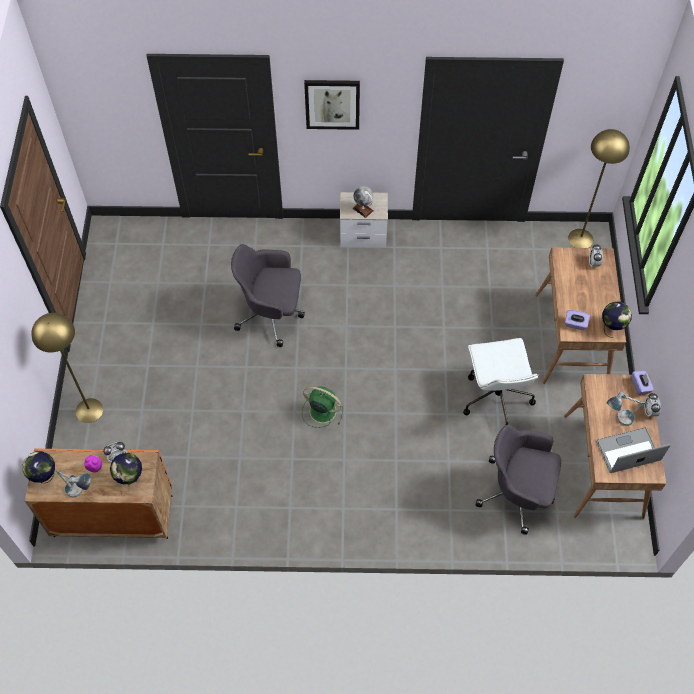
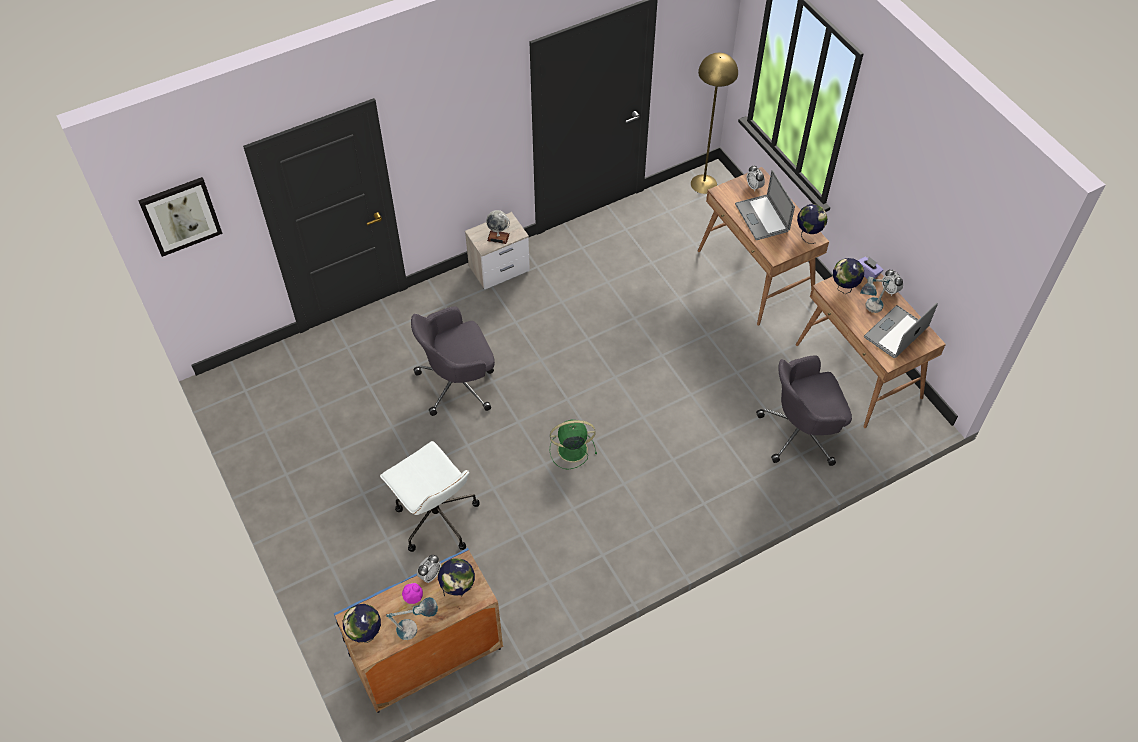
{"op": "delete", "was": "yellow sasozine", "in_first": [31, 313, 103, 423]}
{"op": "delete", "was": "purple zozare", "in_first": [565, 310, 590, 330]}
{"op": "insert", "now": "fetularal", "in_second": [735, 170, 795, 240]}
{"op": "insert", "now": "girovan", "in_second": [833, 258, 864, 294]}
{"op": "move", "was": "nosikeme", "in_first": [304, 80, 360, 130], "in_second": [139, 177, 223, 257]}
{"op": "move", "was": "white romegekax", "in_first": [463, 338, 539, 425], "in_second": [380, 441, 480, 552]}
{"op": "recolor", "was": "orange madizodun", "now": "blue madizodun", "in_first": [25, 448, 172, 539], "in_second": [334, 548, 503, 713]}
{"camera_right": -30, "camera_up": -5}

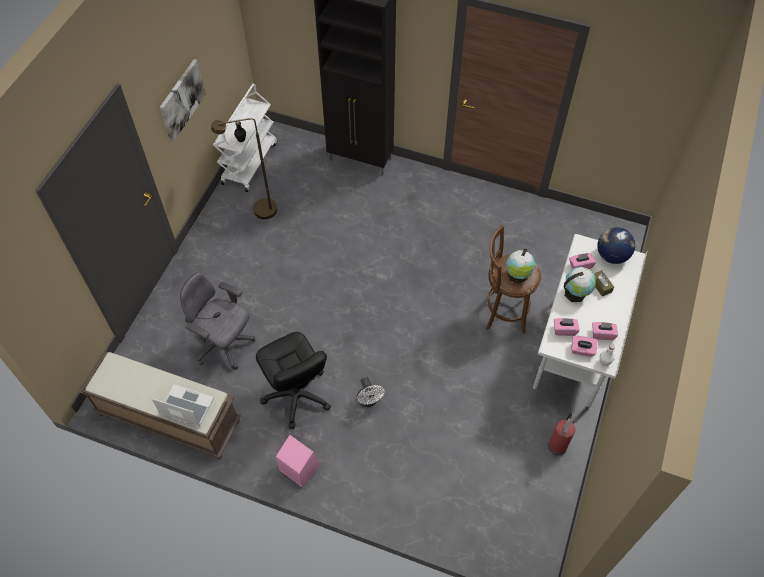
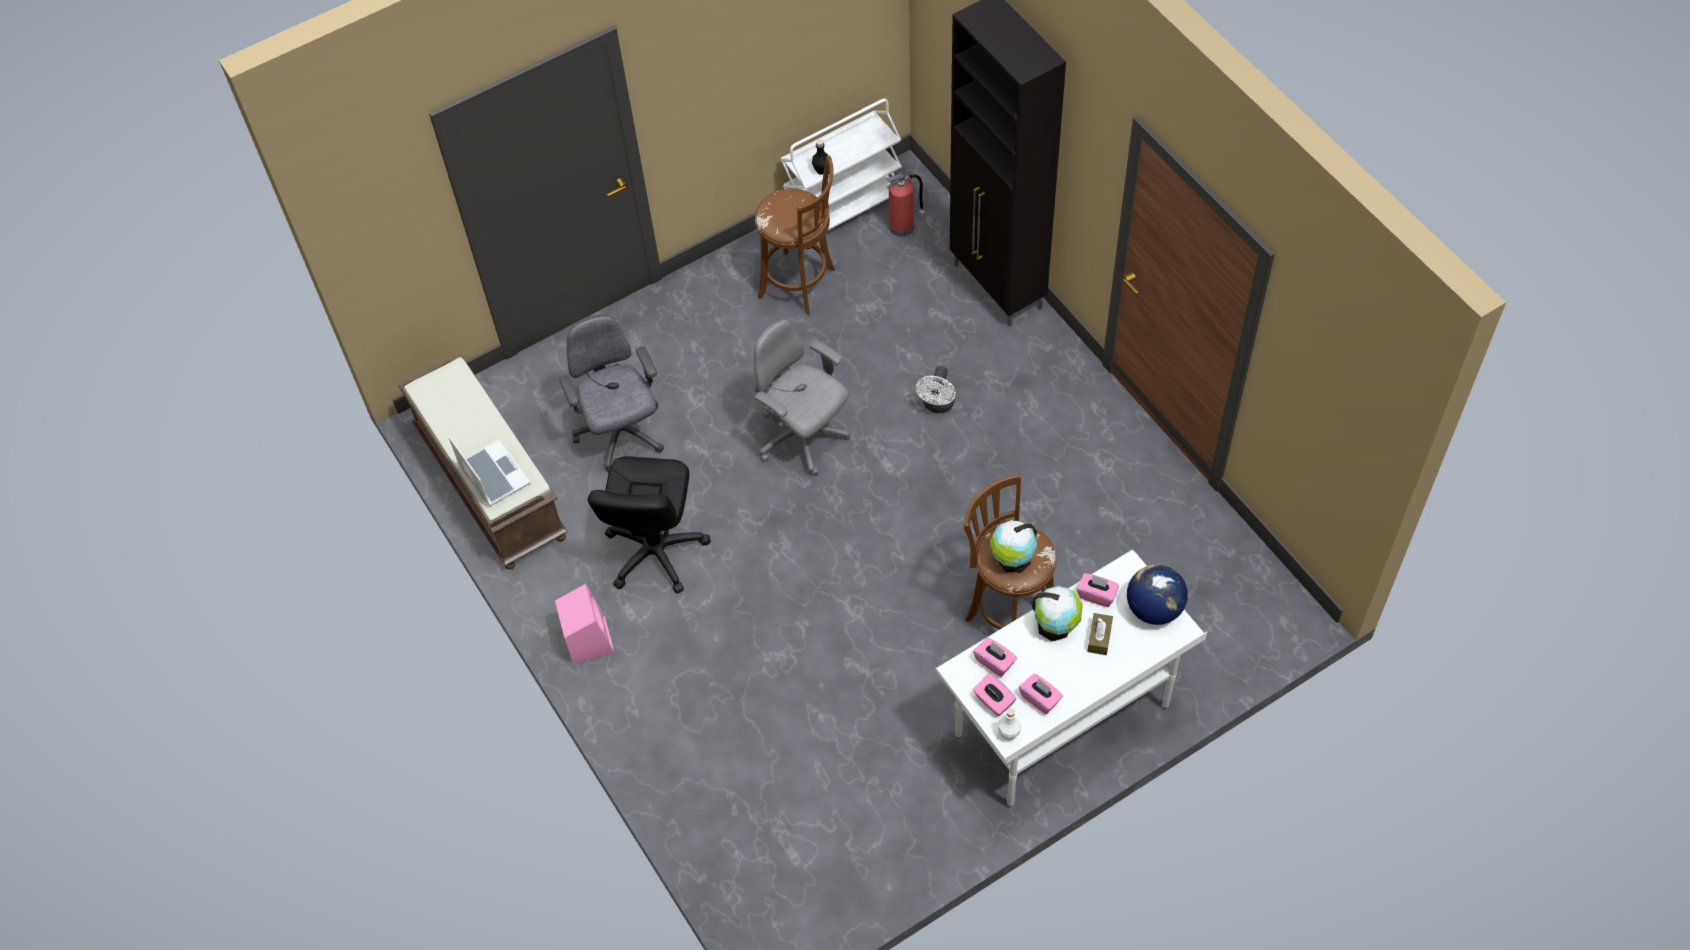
{"op": "delete", "was": "nosikeme", "in_first": [159, 59, 206, 142]}
{"op": "insert", "now": "grey romegekax", "in_second": [754, 319, 850, 476]}
{"op": "move", "was": "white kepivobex", "in_first": [357, 377, 385, 407], "in_second": [916, 366, 956, 413]}
{"op": "move", "was": "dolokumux", "in_first": [548, 413, 575, 456], "in_second": [886, 174, 925, 237]}
{"op": "replace", "was": "brown sasozine", "now": "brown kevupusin", "in_first": [211, 118, 277, 219], "in_second": [755, 155, 835, 315]}
{"camera_right": 40, "camera_up": 0}

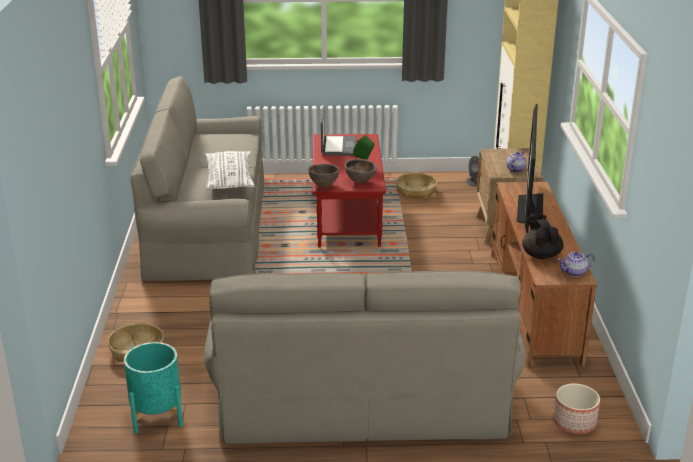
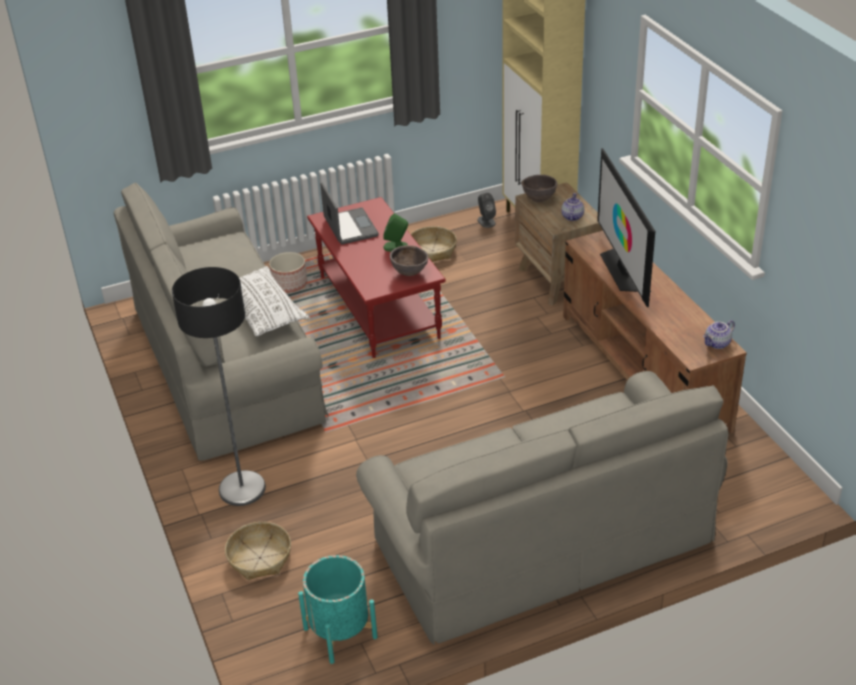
{"op": "delete", "was": "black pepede", "in_first": [522, 215, 563, 259]}
{"op": "insert", "now": "sasozine", "in_second": [172, 267, 266, 506]}
{"op": "move", "was": "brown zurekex", "in_first": [308, 164, 340, 187], "in_second": [521, 175, 557, 202]}
{"op": "move", "was": "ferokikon", "in_first": [553, 383, 600, 434], "in_second": [269, 252, 307, 293]}
{"camera_right": -20, "camera_up": 10}

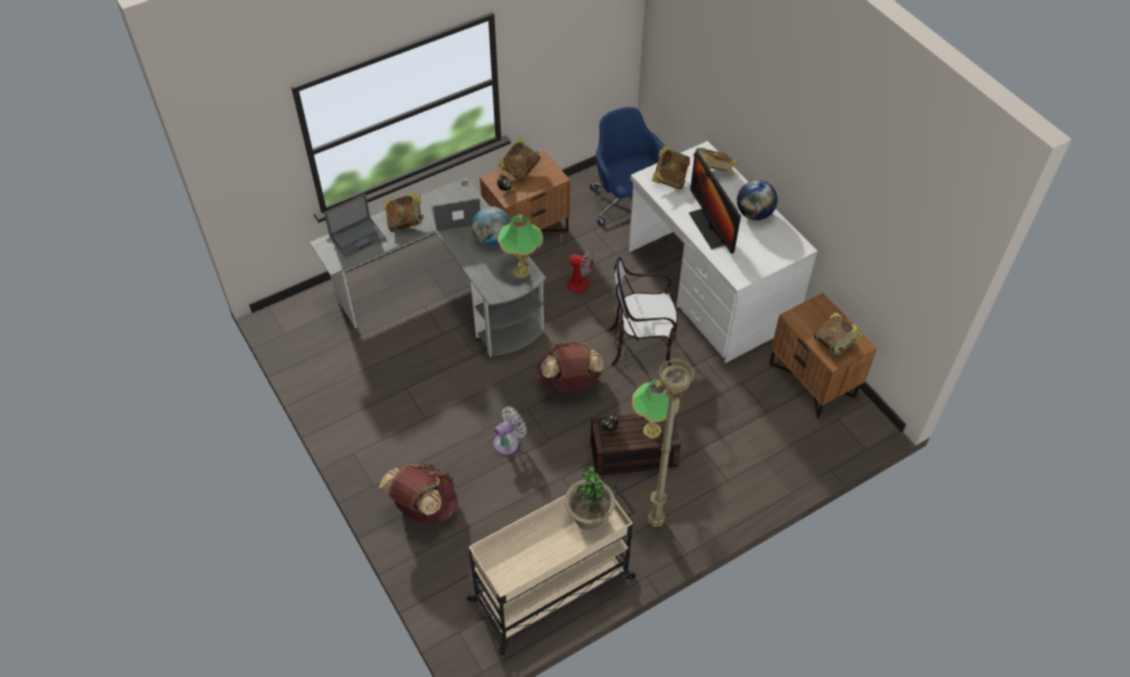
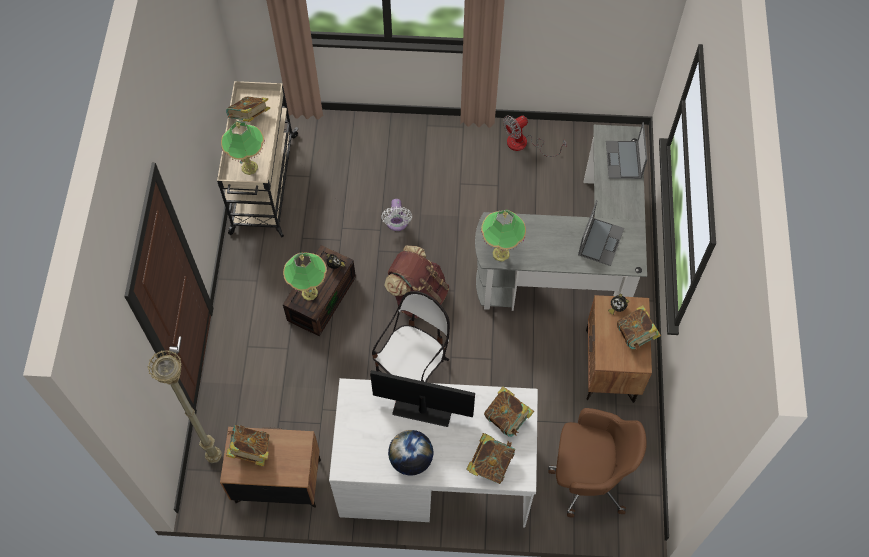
{"op": "delete", "was": "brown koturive", "in_first": [379, 463, 458, 523]}
{"op": "delete", "was": "girovan", "in_first": [472, 206, 511, 246]}
{"op": "move", "was": "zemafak", "in_first": [384, 192, 424, 232], "in_second": [226, 96, 270, 122]}
{"op": "move", "was": "kepivobex", "in_first": [560, 233, 594, 293], "in_second": [503, 115, 567, 157]}
{"op": "move", "was": "beige sasozine", "in_first": [647, 358, 694, 527], "in_second": [147, 350, 222, 463]}
{"op": "replace", "was": "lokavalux", "now": "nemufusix", "in_first": [564, 467, 615, 530], "in_second": [221, 121, 265, 175]}
{"op": "recolor", "was": "blue romegekax", "now": "brown romegekax", "in_first": [590, 107, 665, 226], "in_second": [548, 408, 647, 518]}
{"camera_right": 125, "camera_up": 10}

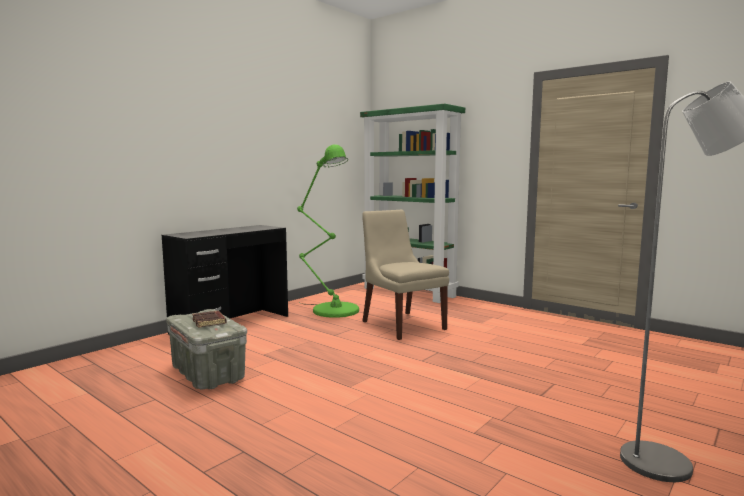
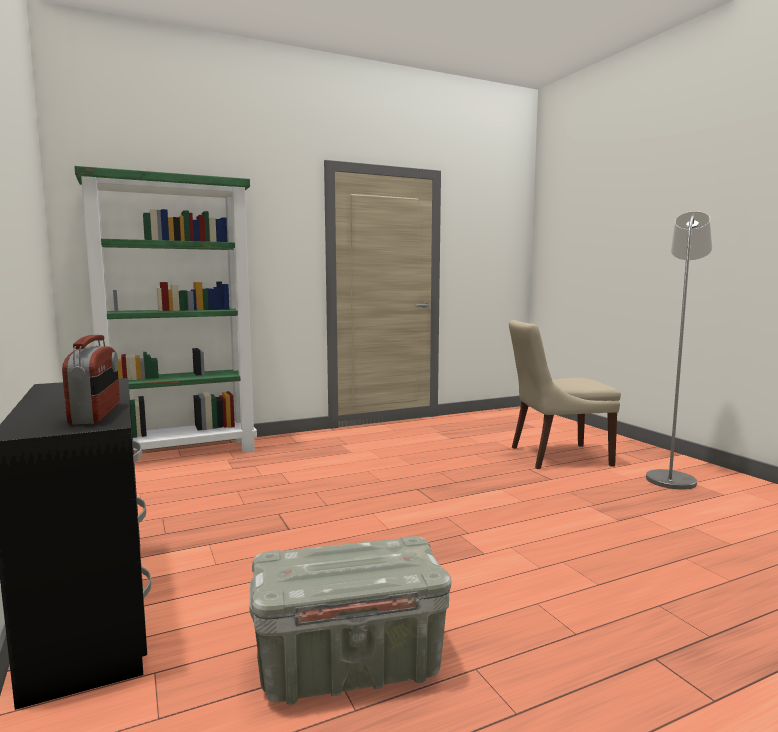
{"op": "delete", "was": "brown zemafak", "in_first": [192, 311, 226, 328]}
{"op": "delete", "was": "green sasozine", "in_first": [297, 144, 359, 318]}
{"op": "insert", "now": "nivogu", "in_second": [62, 335, 120, 425]}
{"op": "move", "was": "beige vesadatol", "in_first": [362, 210, 449, 340], "in_second": [509, 320, 621, 469]}
{"camera_right": -65, "camera_up": 0}

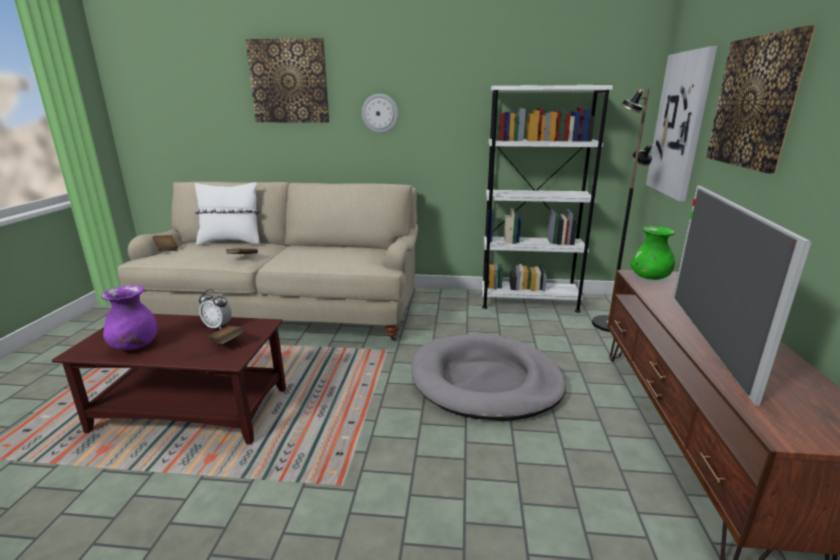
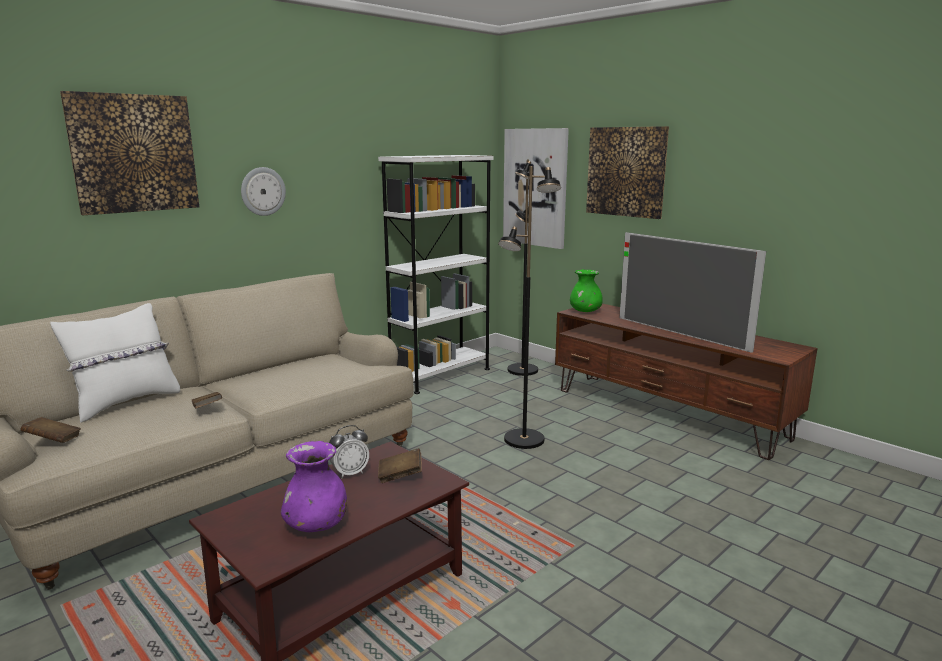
{"op": "replace", "was": "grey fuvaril", "now": "black sasozine", "in_first": [411, 334, 566, 421], "in_second": [498, 166, 561, 449]}
{"camera_right": -50, "camera_up": -5}

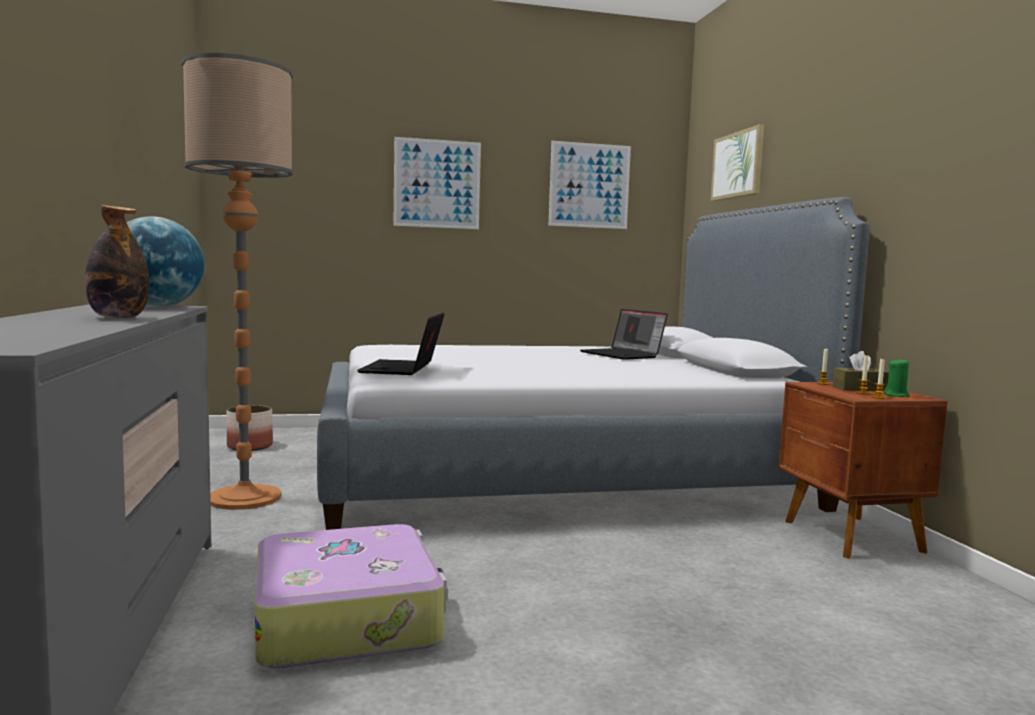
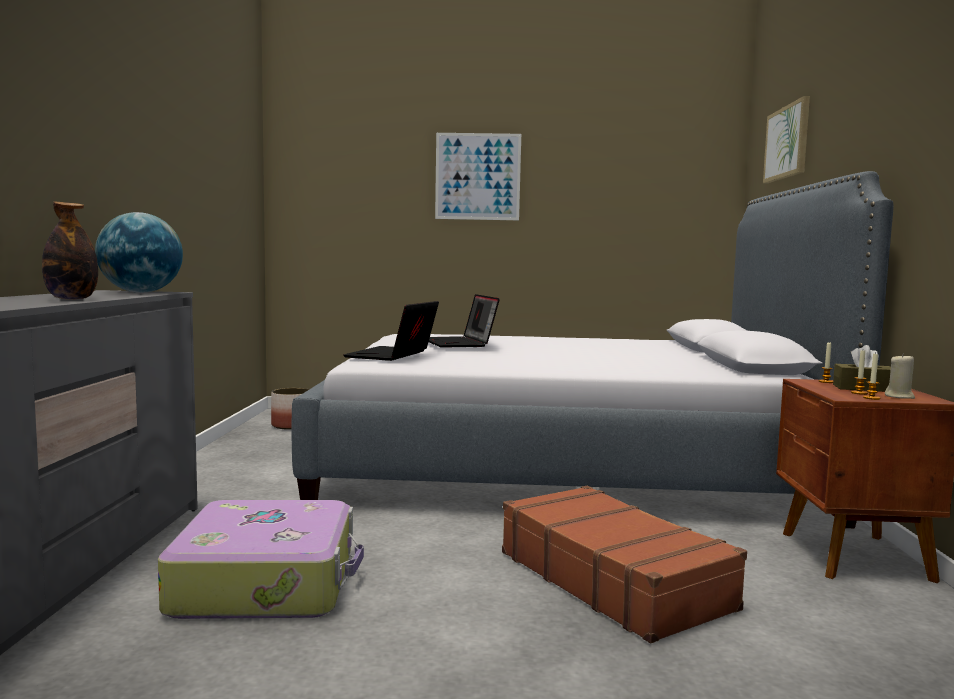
{"op": "delete", "was": "sasozine", "in_first": [182, 53, 293, 510]}
{"op": "delete", "was": "nosikeme", "in_first": [549, 141, 631, 229]}
{"op": "insert", "now": "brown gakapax", "in_second": [502, 486, 747, 643]}
{"op": "move", "was": "fetularal", "in_first": [580, 309, 668, 360], "in_second": [429, 294, 500, 348]}
{"op": "recolor", "was": "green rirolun", "now": "beige rirolun", "in_first": [884, 358, 910, 397], "in_second": [885, 353, 915, 399]}
{"camera_right": 15, "camera_up": 0}

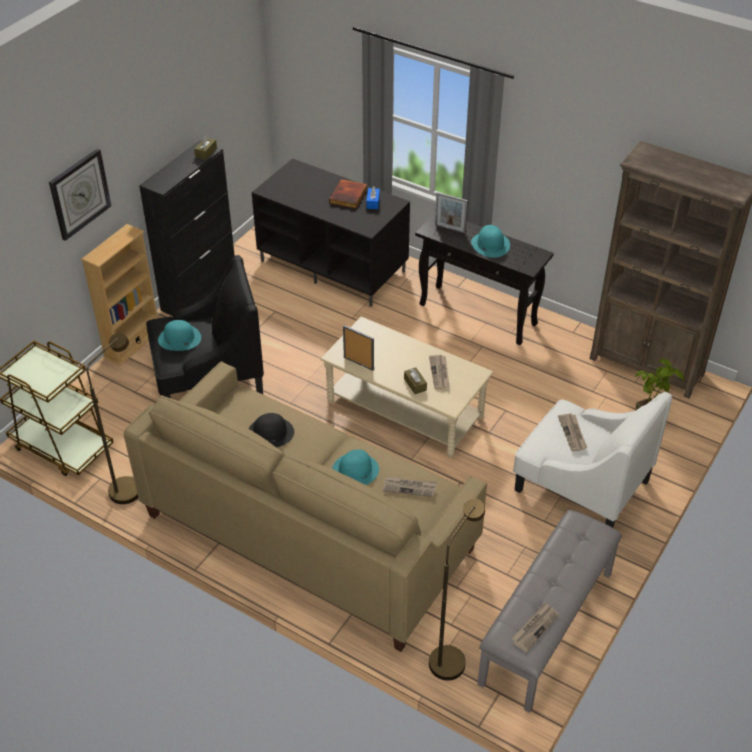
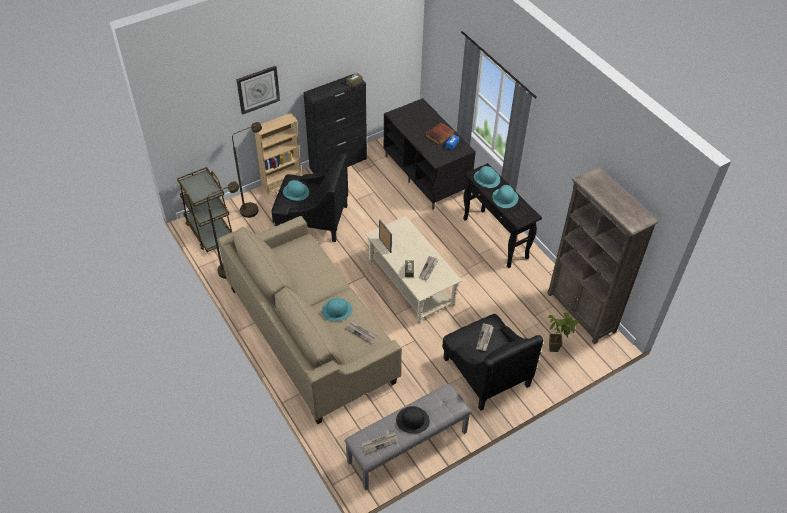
{"op": "move", "was": "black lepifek", "in_first": [249, 413, 294, 447], "in_second": [396, 406, 430, 434]}
{"op": "move", "was": "brown sasozine", "in_first": [429, 499, 485, 680], "in_second": [232, 122, 262, 218]}
{"op": "replace", "was": "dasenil", "now": "turquoise lepifek", "in_first": [435, 192, 468, 234], "in_second": [474, 166, 500, 188]}
{"op": "recolor", "was": "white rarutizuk", "now": "black rarutizuk", "in_first": [513, 392, 672, 528], "in_second": [442, 314, 543, 411]}
{"camera_right": 25, "camera_up": 5}

